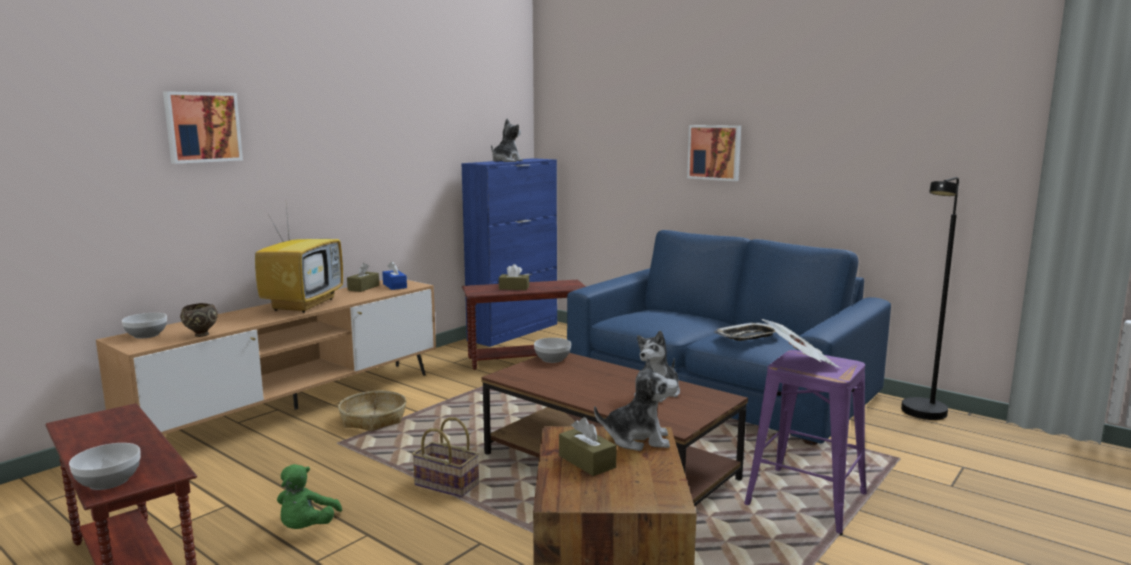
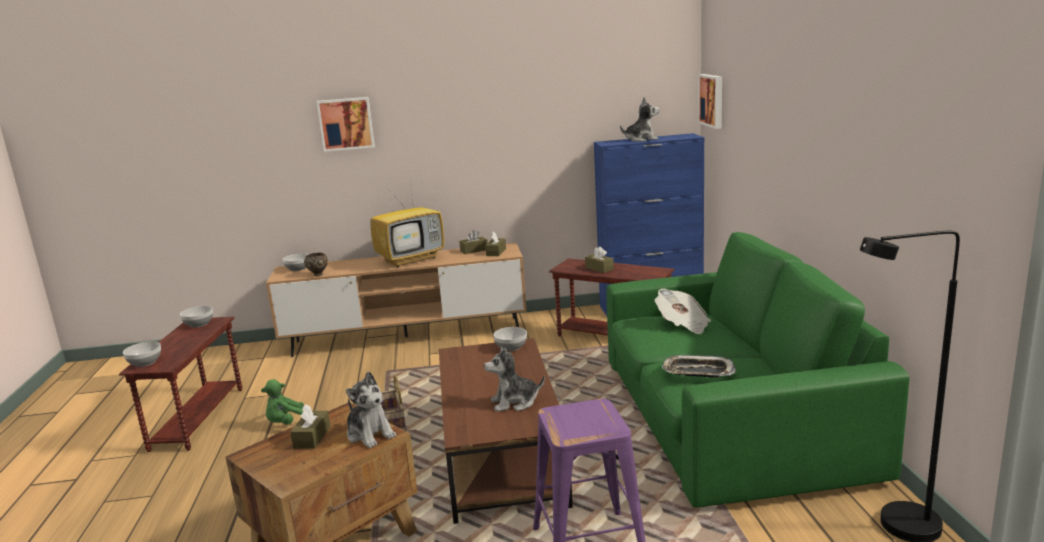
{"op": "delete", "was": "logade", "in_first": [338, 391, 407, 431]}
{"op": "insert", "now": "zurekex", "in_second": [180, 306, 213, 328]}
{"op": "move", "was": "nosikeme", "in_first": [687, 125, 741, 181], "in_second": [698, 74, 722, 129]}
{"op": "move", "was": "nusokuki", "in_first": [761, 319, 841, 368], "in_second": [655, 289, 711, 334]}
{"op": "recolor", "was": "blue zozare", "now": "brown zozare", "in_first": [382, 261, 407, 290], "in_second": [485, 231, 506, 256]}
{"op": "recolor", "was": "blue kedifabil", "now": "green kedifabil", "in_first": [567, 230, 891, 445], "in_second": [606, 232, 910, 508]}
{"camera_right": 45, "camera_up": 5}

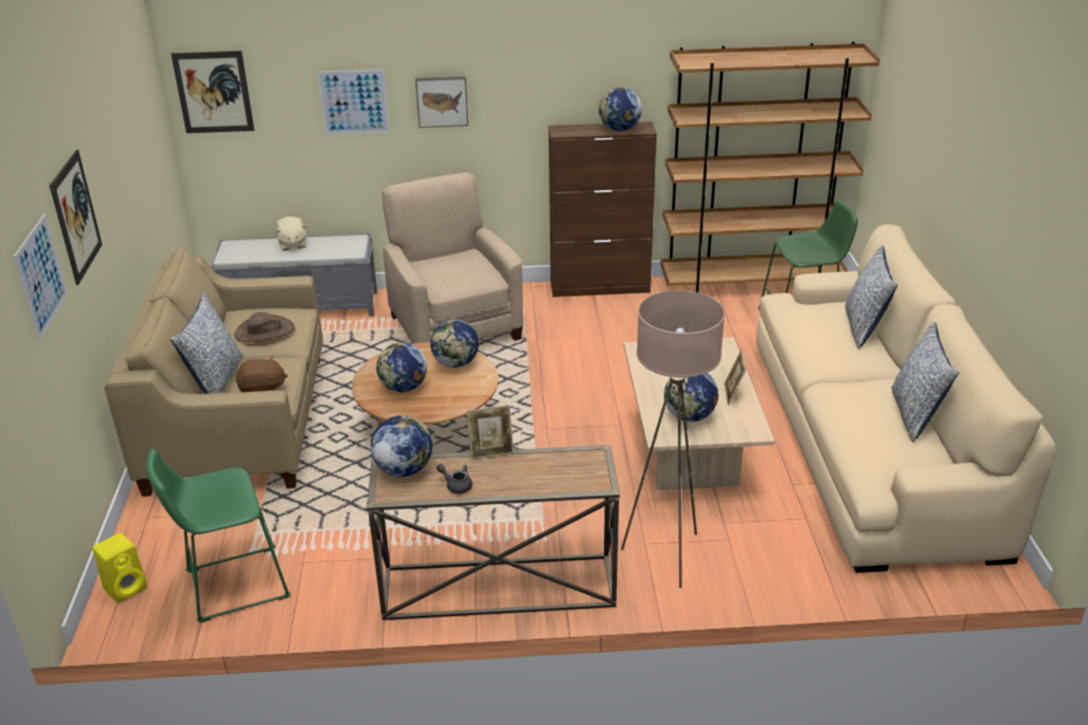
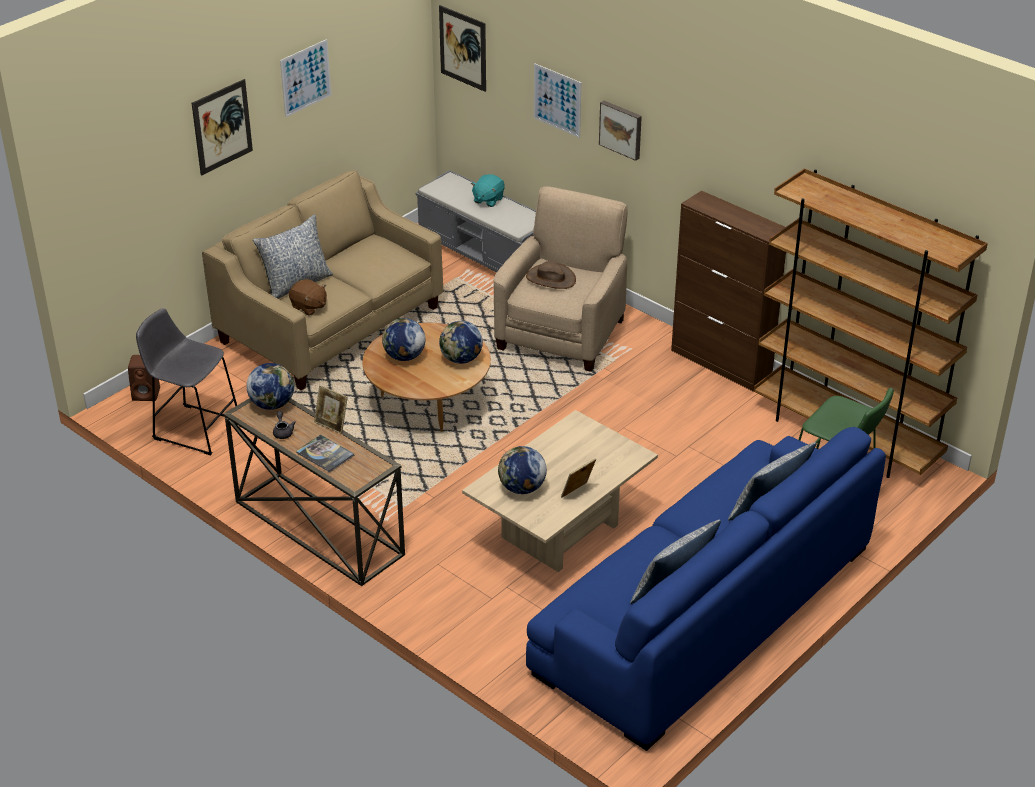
{"op": "delete", "was": "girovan", "in_first": [599, 87, 642, 131]}
{"op": "delete", "was": "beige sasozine", "in_first": [621, 290, 725, 588]}
{"op": "insert", "now": "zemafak", "in_second": [296, 435, 354, 472]}
{"op": "move", "was": "nosikeme", "in_first": [14, 214, 68, 340], "in_second": [280, 39, 331, 117]}
{"op": "move", "was": "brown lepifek", "in_first": [234, 312, 295, 342], "in_second": [526, 261, 576, 289]}
{"op": "recolor", "was": "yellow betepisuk", "now": "brown betepisuk", "in_first": [93, 533, 147, 603], "in_second": [128, 355, 160, 401]}
{"op": "recolor", "was": "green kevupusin", "now": "grey kevupusin", "in_first": [146, 449, 290, 623], "in_second": [136, 308, 237, 456]}
{"op": "recolor", "was": "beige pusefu", "now": "turquoise pusefu", "in_first": [275, 216, 306, 251], "in_second": [471, 174, 505, 207]}
{"op": "recolor", "was": "beige kedifabil", "now": "blue kedifabil", "in_first": [756, 224, 1056, 573], "in_second": [526, 427, 886, 751]}
{"camera_right": 45, "camera_up": 5}

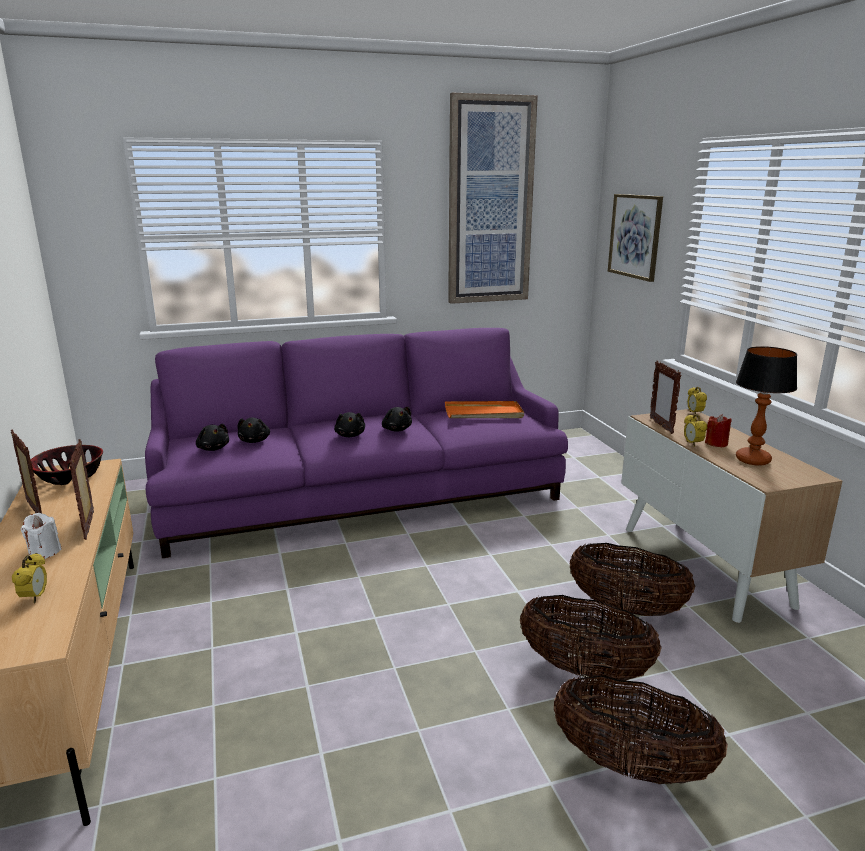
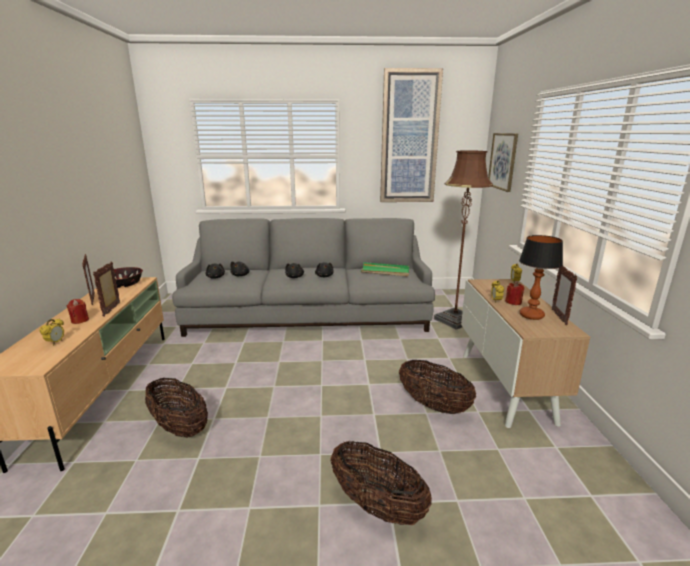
{"op": "insert", "now": "brown sasozine", "in_second": [434, 150, 493, 330]}
{"op": "move", "was": "logade", "in_first": [520, 595, 662, 681], "in_second": [145, 378, 208, 438]}
{"op": "move", "was": "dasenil", "in_first": [650, 361, 682, 434], "in_second": [552, 266, 577, 325]}
{"op": "recolor", "was": "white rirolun", "now": "red rirolun", "in_first": [21, 513, 62, 559], "in_second": [67, 299, 89, 324]}
{"op": "recolor", "was": "purple kedifabil", "now": "grey kedifabil", "in_first": [145, 328, 568, 558], "in_second": [172, 218, 435, 337]}
{"op": "recolor", "was": "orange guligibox", "now": "green guligibox", "in_first": [445, 401, 524, 418], "in_second": [361, 262, 409, 276]}
{"camera_right": 15, "camera_up": 0}

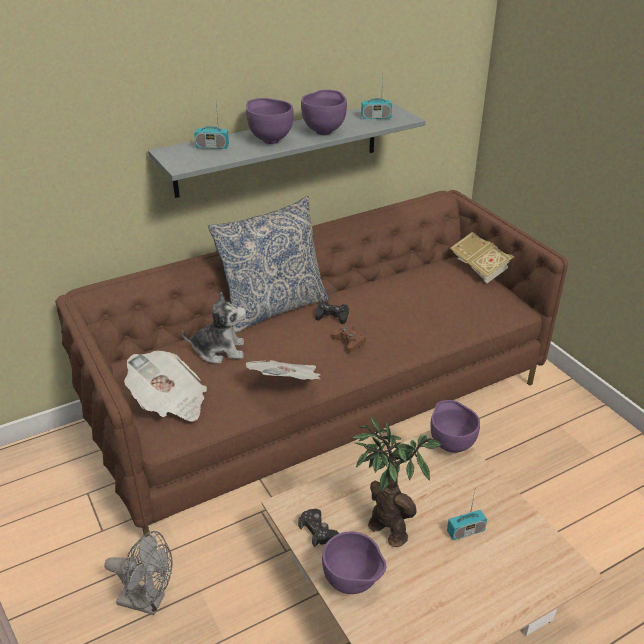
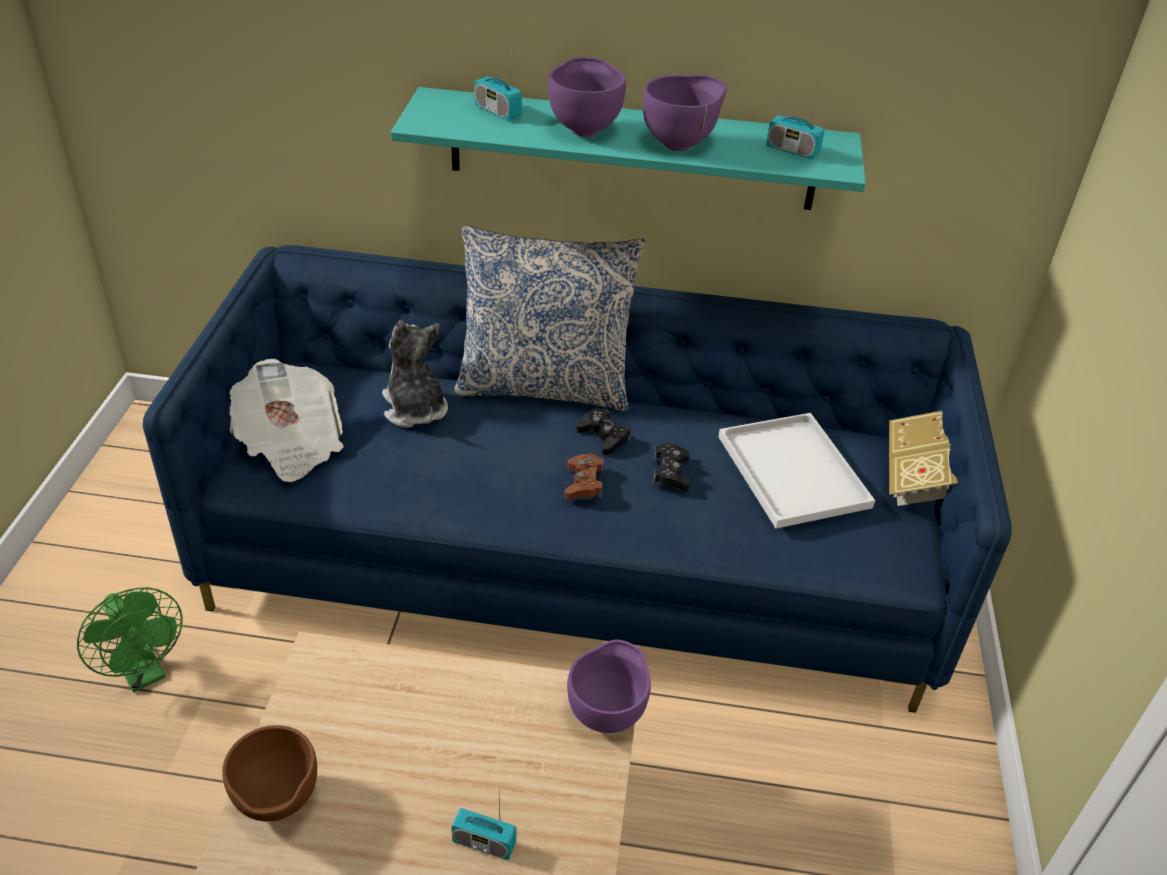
{"op": "delete", "was": "nusokuki", "in_first": [246, 360, 321, 380]}
{"op": "delete", "was": "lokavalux", "in_first": [352, 417, 441, 547]}
{"op": "insert", "now": "white guligibox", "in_second": [718, 413, 875, 528]}
{"op": "move", "was": "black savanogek", "in_first": [298, 509, 339, 547], "in_second": [653, 443, 690, 491]}
{"op": "recolor", "was": "brown kedifabil", "now": "blue kedifabil", "in_first": [55, 190, 568, 538], "in_second": [143, 245, 1012, 713]}
{"op": "recolor", "was": "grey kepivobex", "now": "green kepivobex", "in_first": [104, 531, 173, 615], "in_second": [77, 587, 183, 692]}
{"op": "recolor", "was": "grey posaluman", "now": "turquoise posaluman", "in_first": [148, 102, 425, 198], "in_second": [391, 87, 866, 210]}
{"op": "recolor", "was": "purple zurekex", "now": "brown zurekex", "in_first": [322, 531, 386, 594], "in_second": [222, 725, 317, 821]}
{"op": "rotate", "was": "pusefu", "in_first": [181, 292, 247, 364], "in_second": [382, 320, 448, 428], "clockwise": -150}
{"camera_right": 35, "camera_up": 5}

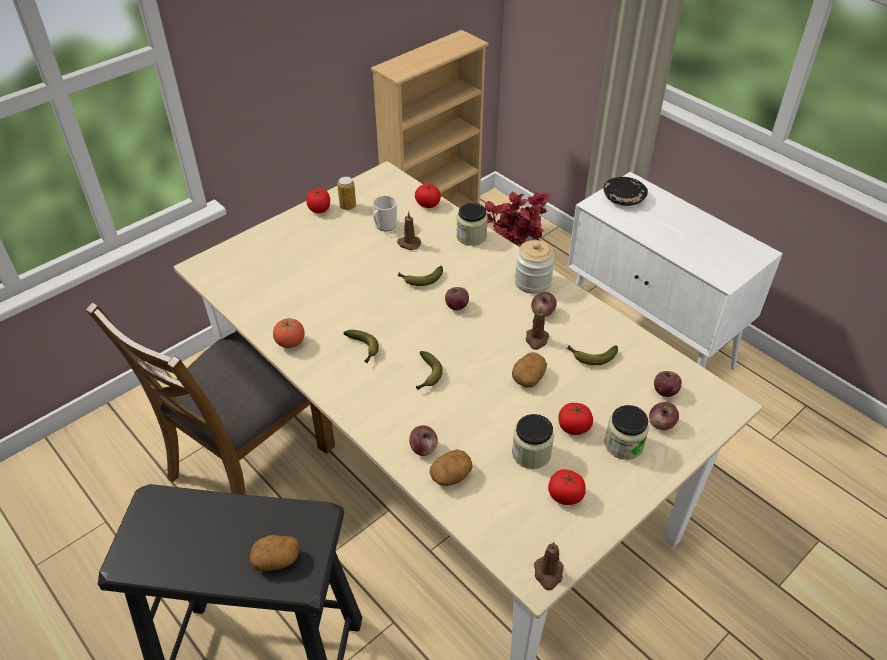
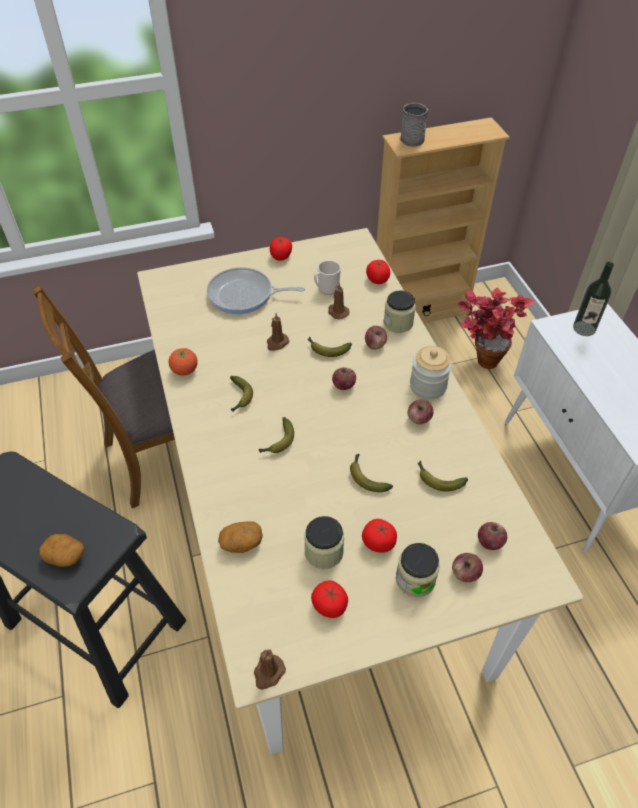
{"op": "delete", "was": "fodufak", "in_first": [337, 177, 356, 210]}
{"op": "insert", "now": "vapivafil", "in_second": [207, 267, 305, 314]}
{"op": "insert", "now": "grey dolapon", "in_second": [400, 103, 428, 147]}
{"op": "move", "was": "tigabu", "in_first": [409, 425, 438, 456], "in_second": [365, 326, 387, 350]}
{"op": "move", "was": "brown rirolun", "in_first": [526, 306, 550, 350], "in_second": [267, 313, 289, 351]}
{"op": "replace", "was": "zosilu", "now": "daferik", "in_first": [512, 352, 547, 388], "in_second": [350, 454, 393, 492]}
{"op": "replace", "was": "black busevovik", "now": "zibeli", "in_first": [603, 177, 648, 206], "in_second": [573, 262, 614, 336]}
{"camera_right": 25, "camera_up": 5}

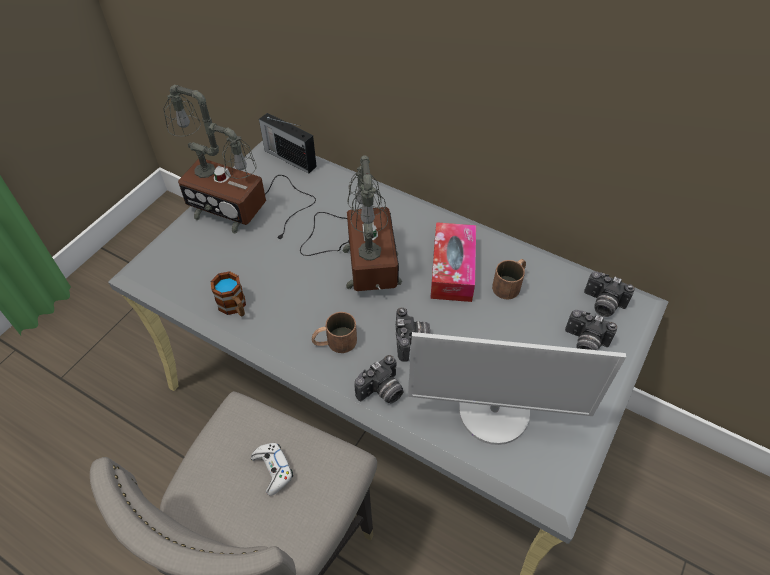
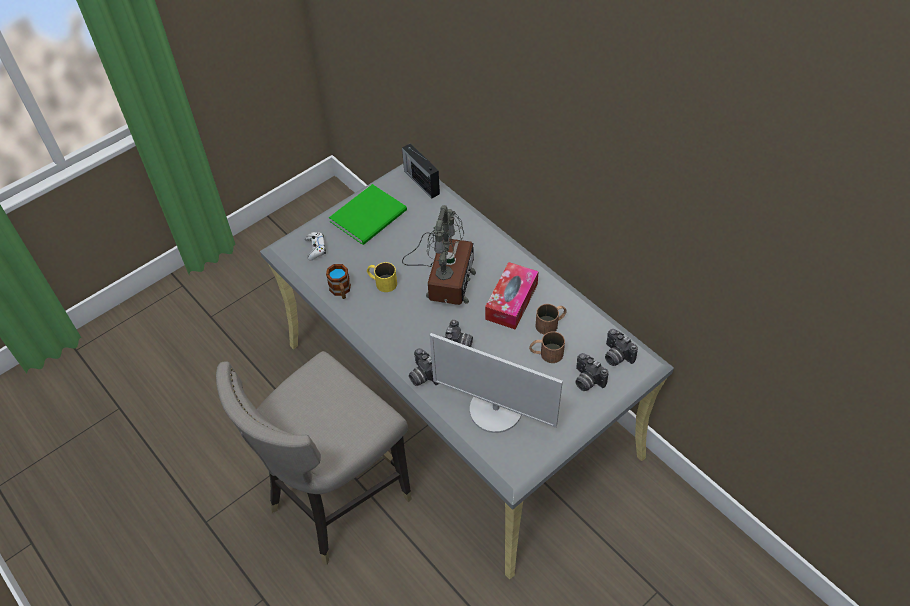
{"op": "insert", "now": "yellow dolapon", "in_second": [367, 262, 397, 292]}
{"op": "move", "was": "white savanogek", "in_first": [251, 443, 293, 496], "in_second": [305, 232, 326, 260]}
{"op": "move", "was": "brown dolapon", "in_first": [312, 312, 357, 353], "in_second": [529, 332, 565, 363]}
{"op": "replace", "was": "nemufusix", "now": "green zemafak", "in_first": [163, 85, 316, 241], "in_second": [329, 184, 407, 245]}
{"op": "rotate", "was": "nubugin", "in_first": [355, 355, 403, 404], "in_second": [409, 348, 439, 386], "clockwise": 75}
{"camera_right": 20, "camera_up": 0}

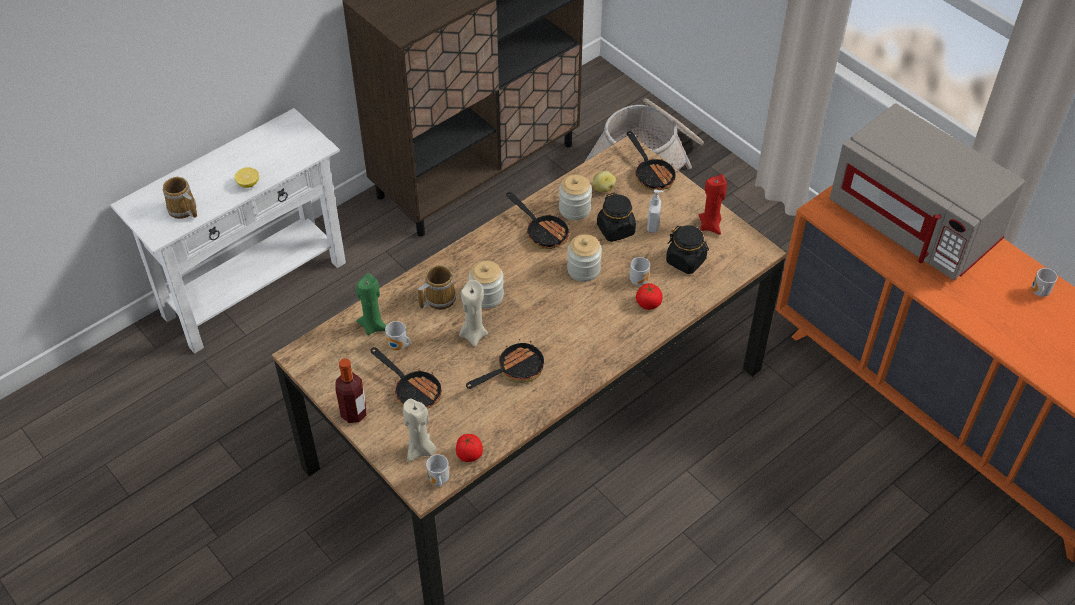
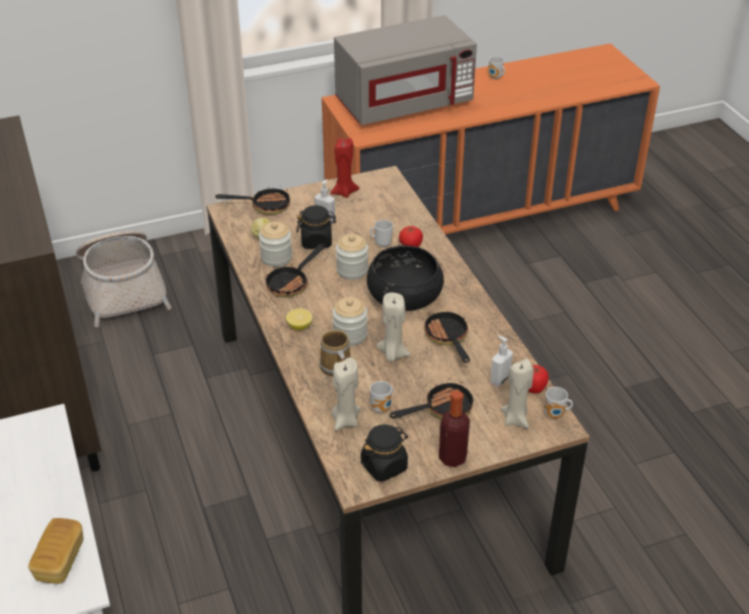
{"op": "insert", "now": "black zurekex", "in_second": [367, 245, 444, 311]}
{"op": "insert", "now": "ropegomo", "in_second": [490, 335, 513, 386]}
{"op": "move", "was": "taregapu", "in_first": [234, 167, 259, 188], "in_second": [286, 308, 312, 330]}
{"op": "move", "was": "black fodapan", "in_first": [666, 225, 709, 274], "in_second": [361, 424, 408, 482]}
{"op": "replace", "was": "dolapon", "now": "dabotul", "in_first": [163, 177, 197, 219], "in_second": [28, 518, 84, 584]}
{"op": "recolor", "was": "green rirolun", "now": "beige rirolun", "in_first": [356, 273, 386, 335], "in_second": [331, 357, 361, 430]}
{"op": "rotate", "was": "vapivafil", "in_first": [506, 192, 570, 249], "in_second": [265, 244, 325, 297], "clockwise": 150}
{"camera_right": -70, "camera_up": -10}

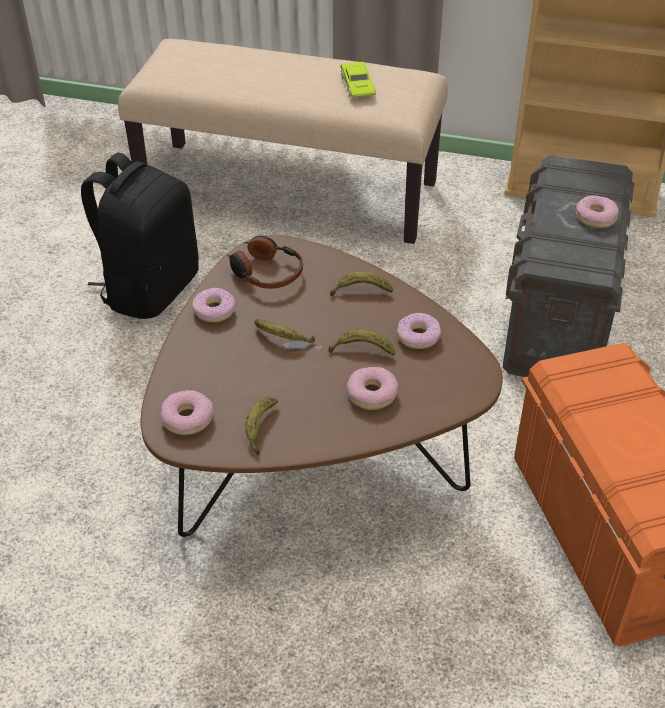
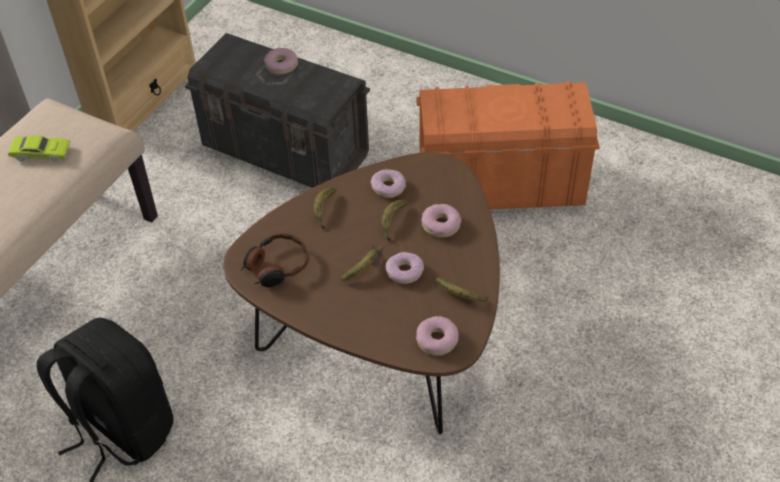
{"op": "move", "was": "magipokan", "in_first": [192, 288, 235, 322], "in_second": [385, 252, 424, 284]}
{"camera_right": -75, "camera_up": 5}

